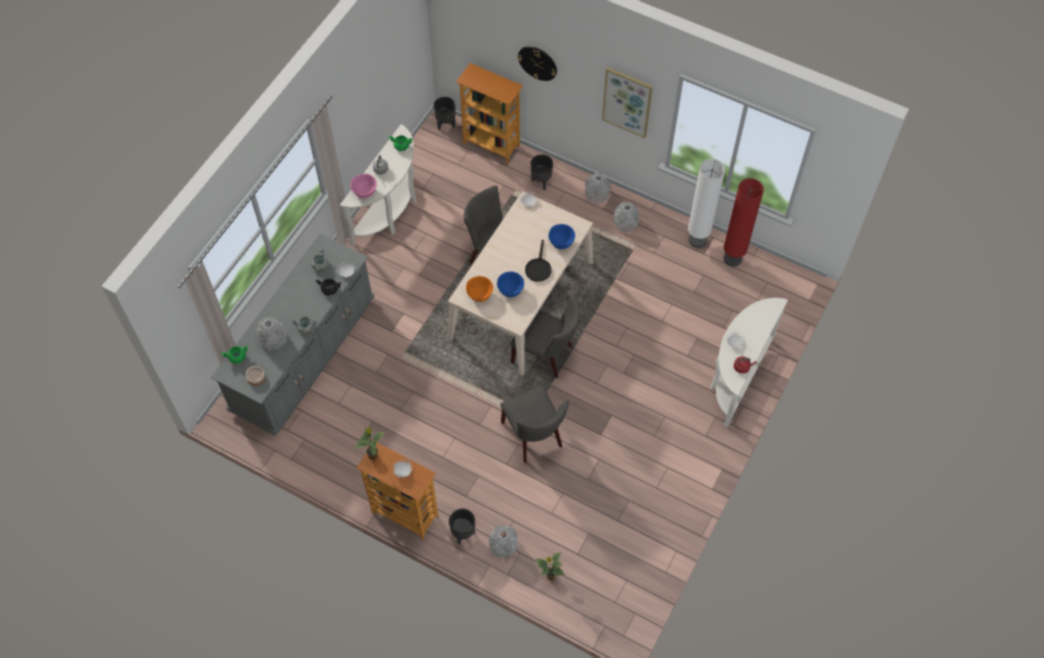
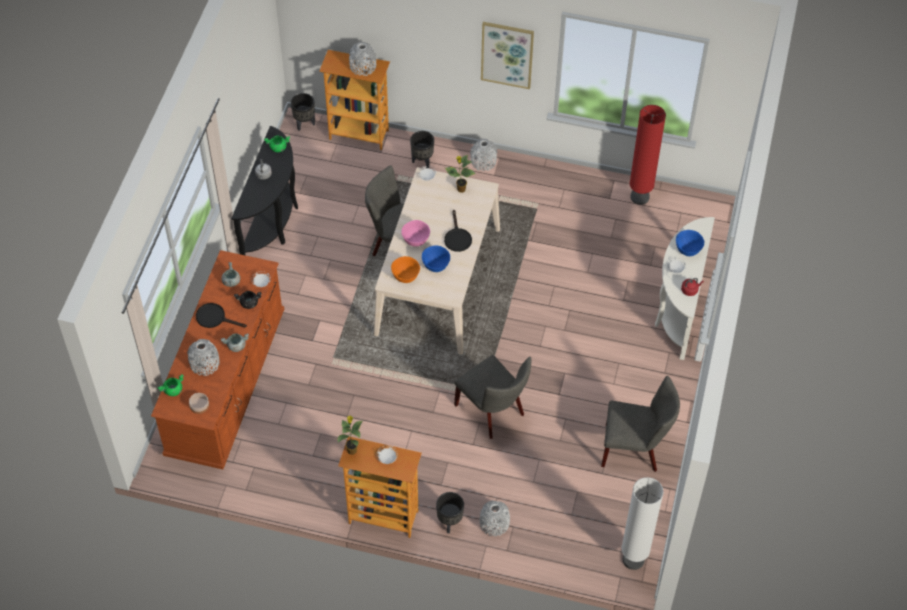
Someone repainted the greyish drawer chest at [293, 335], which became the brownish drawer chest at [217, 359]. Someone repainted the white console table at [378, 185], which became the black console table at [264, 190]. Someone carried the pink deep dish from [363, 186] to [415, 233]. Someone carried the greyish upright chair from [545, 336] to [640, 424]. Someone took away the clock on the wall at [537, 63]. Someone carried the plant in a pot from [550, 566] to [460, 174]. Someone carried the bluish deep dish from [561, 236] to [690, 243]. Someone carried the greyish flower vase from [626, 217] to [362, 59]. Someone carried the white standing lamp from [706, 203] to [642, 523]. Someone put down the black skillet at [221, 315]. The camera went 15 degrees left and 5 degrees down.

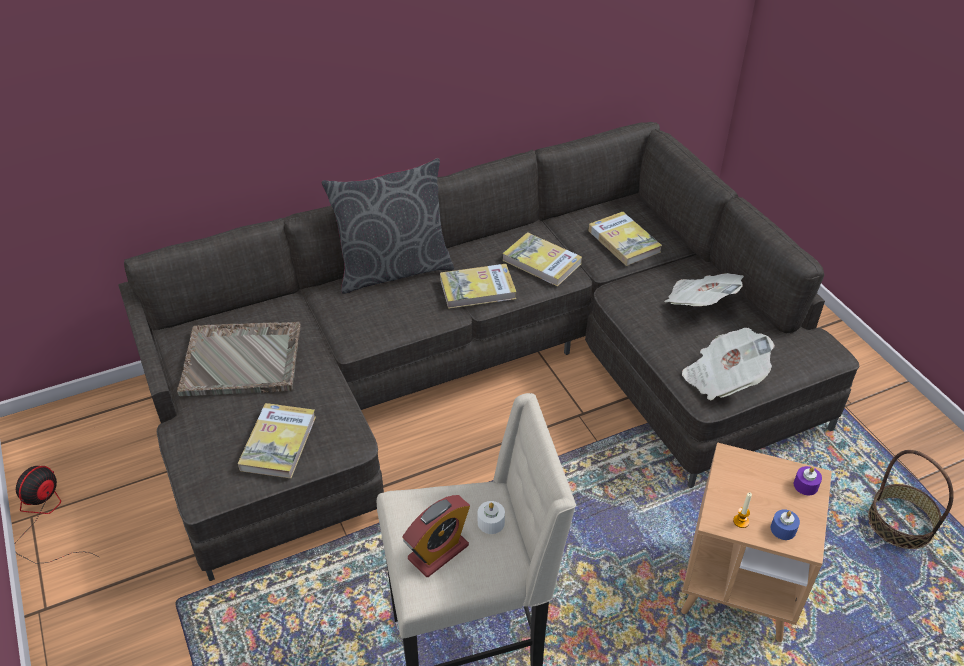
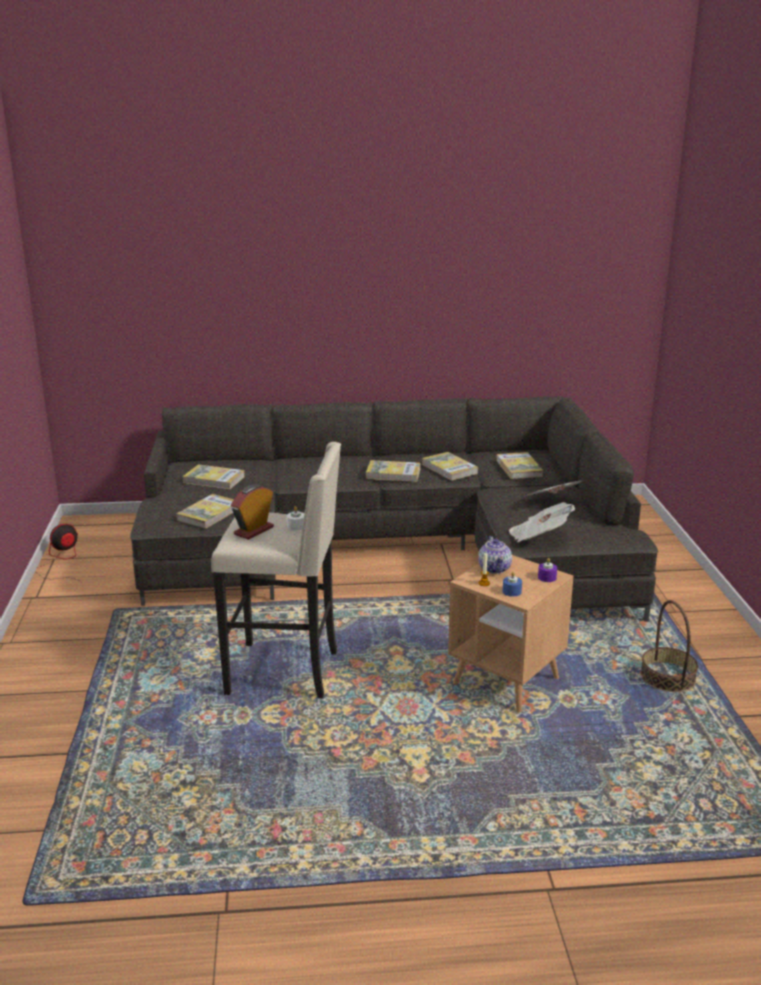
Someone swapped the greyish serving tray at [239, 359] for the book at [213, 476]. Someone took away the greyish pillow at [387, 226]. Someone rotated the bedside clock at [436, 536] by 150 degrees clockwise. Someone put down the tea pot at [495, 555]. The camera went 20 degrees right and 20 degrees down.

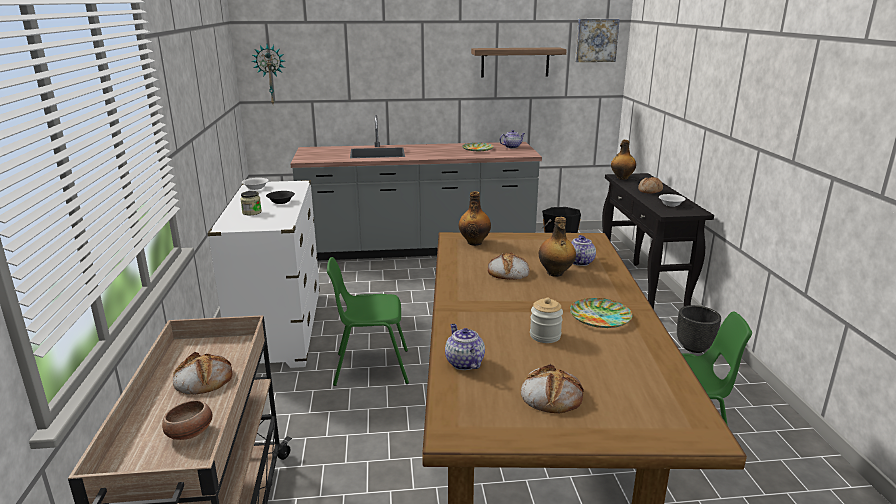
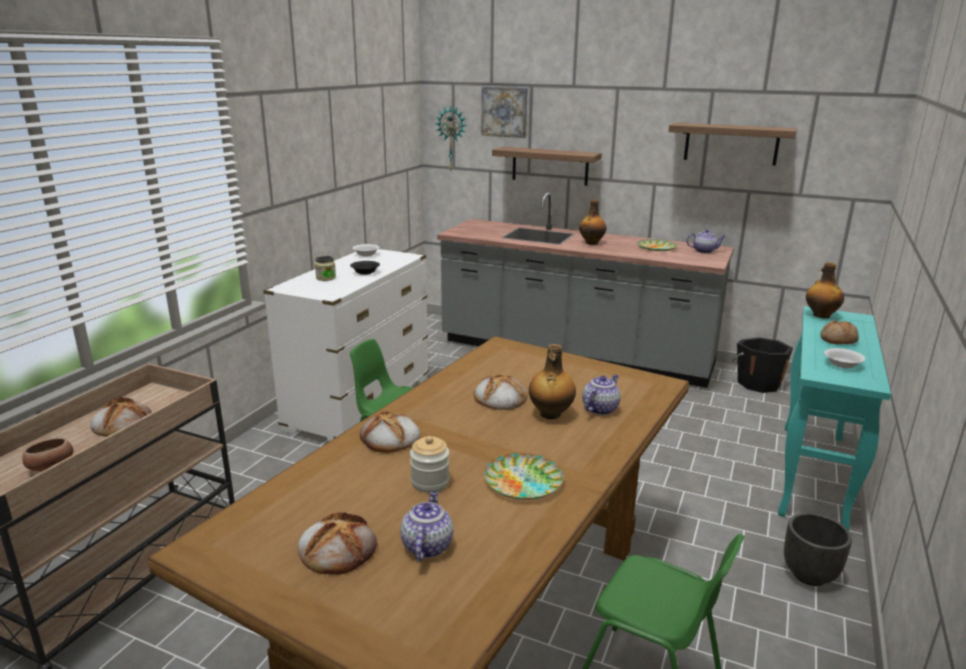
Someone carried the tea pot from [465, 347] to [426, 526]. Someone carried the drink bottle from [475, 218] to [593, 222]. Someone carried the picture from [597, 40] to [504, 112]. Someone repainted the black console table at [658, 241], which became the blue-green console table at [834, 418]. Someone put down the bread at [390, 432]. Someone put up the shelf at [547, 166]. The camera went 30 degrees right and 0 degrees up.

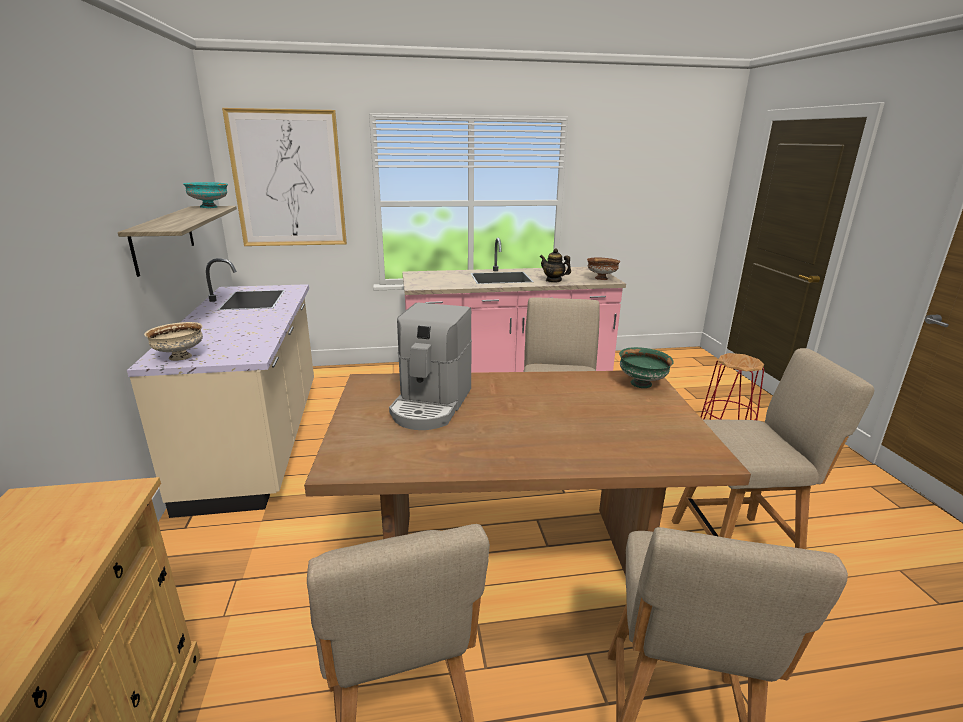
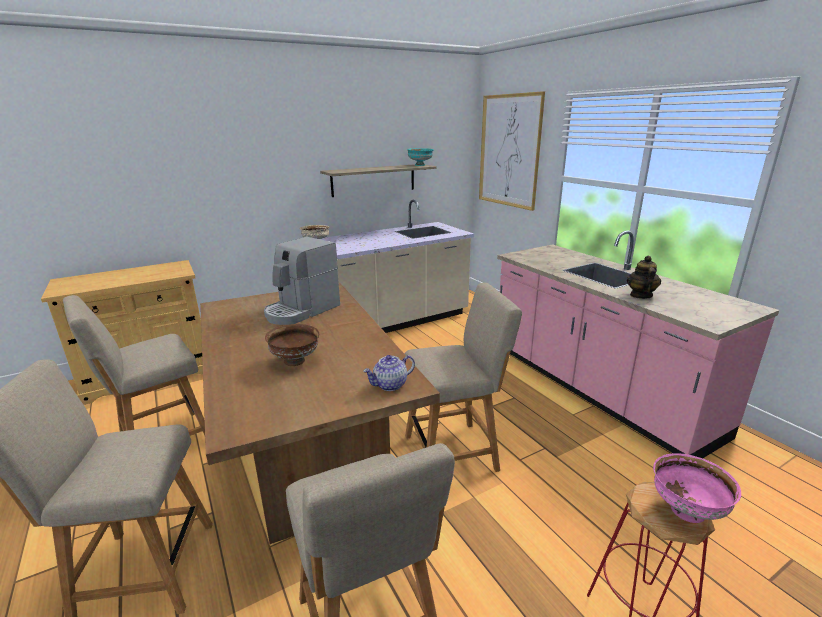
Someone rotated the coffee machine at [430, 366] by 45 degrees counterclockwise. Someone carried the brownish deep dish from [603, 269] to [292, 345]. Someone swapped the green deep dish at [646, 367] for the tea pot at [389, 373]. Someone put down the pink deep dish at [697, 488]. The camera went 70 degrees right and 0 degrees up.

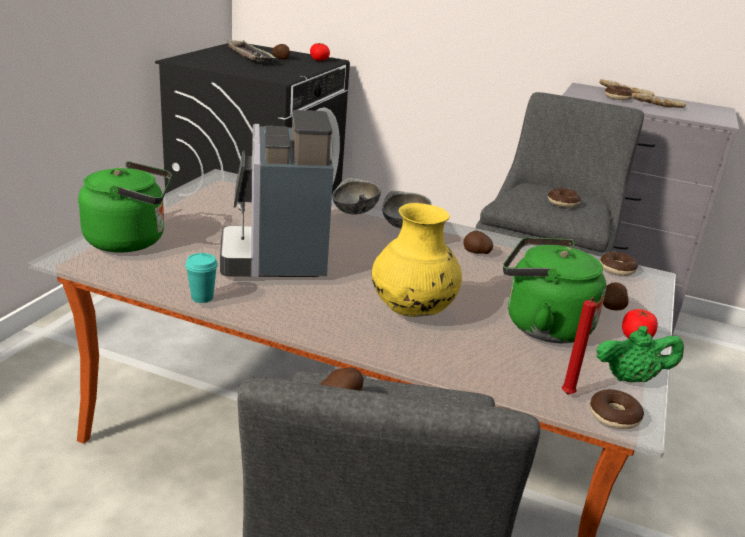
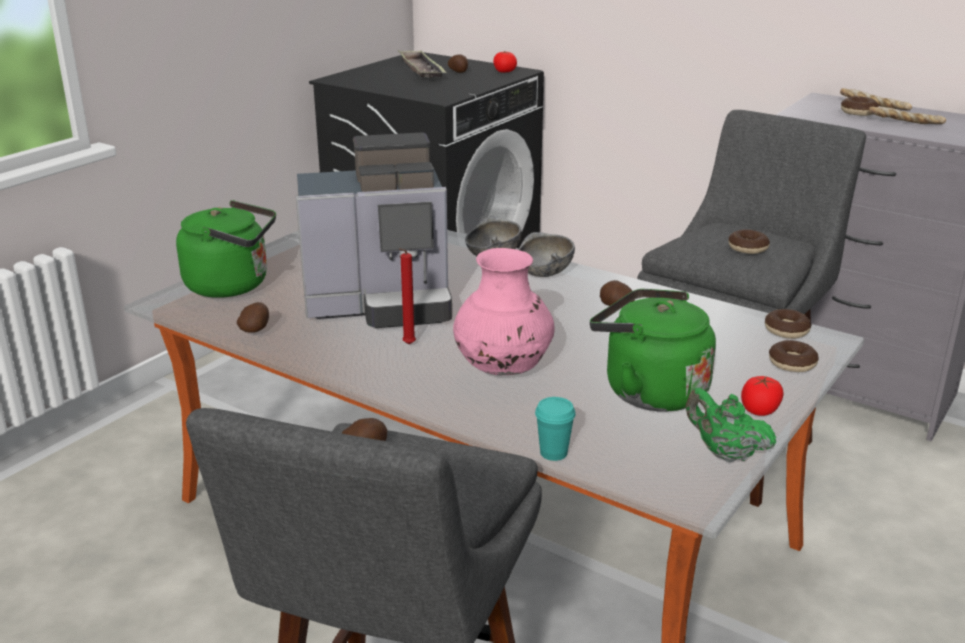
Someone carried the blue-green cup from [201, 278] to [555, 429]. Someone rotated the coffee machine at [277, 193] by 105 degrees counterclockwise. Someone repainted the yellow-coloured flower vase at [417, 260], which became the pink flower vase at [504, 311]. Someone carried the red-coloured wax candle from [579, 345] to [407, 296]. Someone carried the doughnut from [617, 409] to [794, 356]. Someone rotated the green tea pot at [640, 354] by 150 degrees counterclockwise. Someone carried the whole potato from [615, 296] to [253, 317]. The camera went 15 degrees right and 0 degrees up.

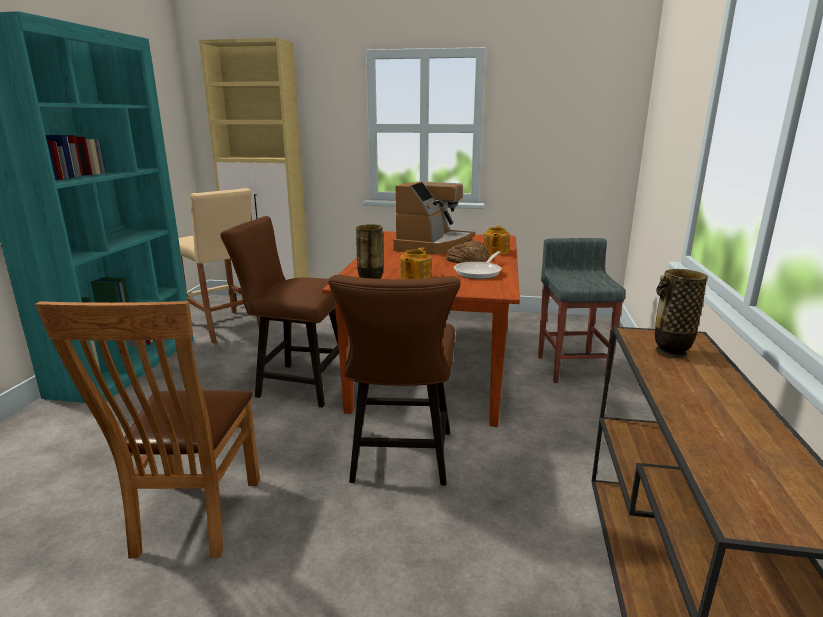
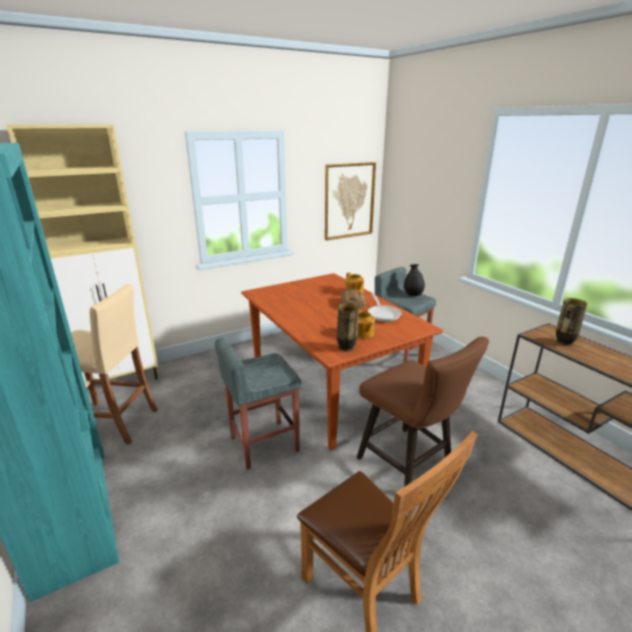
Someone swapped the brownish upright chair at [279, 312] for the greyish stool seat at [258, 403]. Someone took away the coffee machine at [434, 218]. Someone put up the picture at [350, 201]. Someone put down the black flower vase at [414, 280]. The camera went 40 degrees left and 5 degrees up.

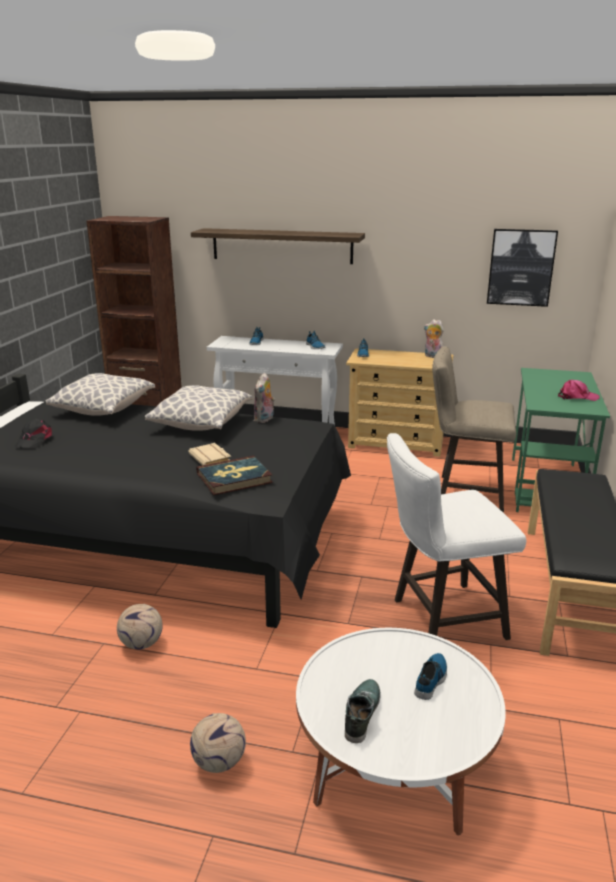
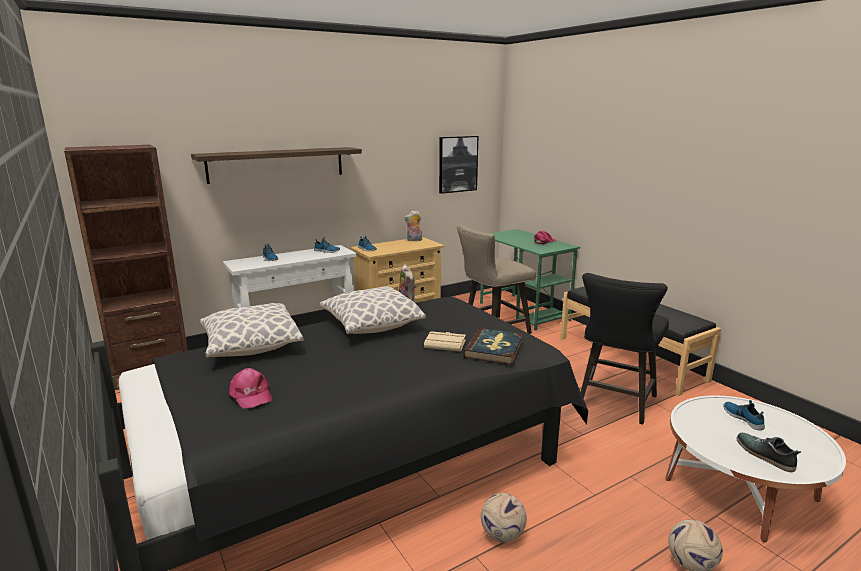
Someone repainted the black cap at [34, 433], which became the pink cap at [250, 388]. Someone repainted the white stool seat at [456, 536], which became the black stool seat at [625, 348]. The camera went 45 degrees left and 5 degrees down.

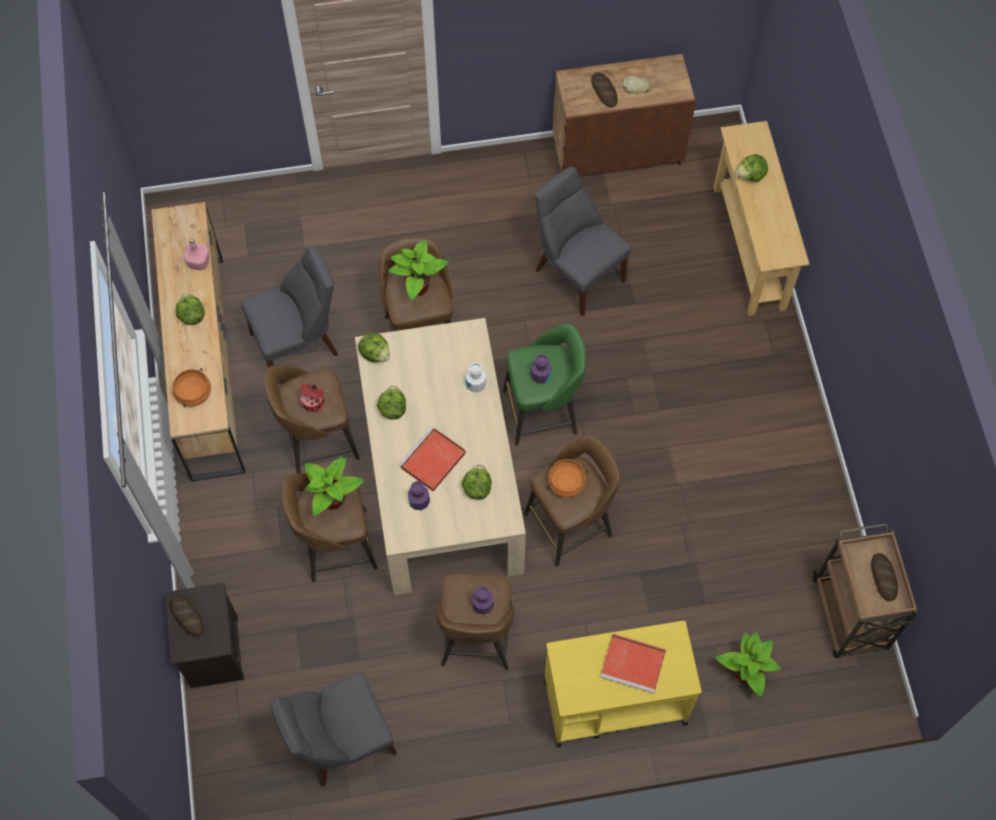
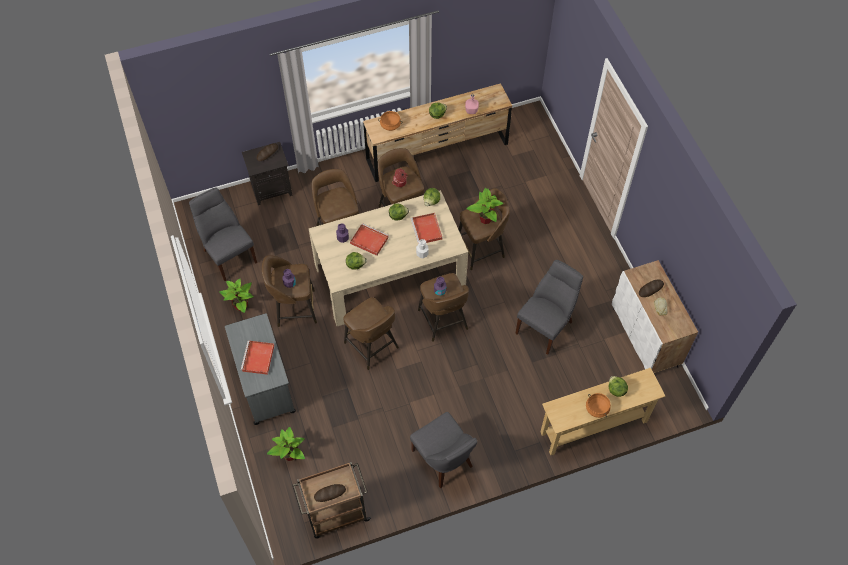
Someone carried the greyish upright chair from [289, 306] to [444, 450]. Someone carried the plant in a pot from [334, 486] to [236, 295]. Someone repainted the green stool seat at [544, 385], which became the brownish stool seat at [443, 307]. Someone repainted the yellow-coloured wheeled cart at [623, 684], which became the greyish wheeled cart at [260, 369]. Someone carried the orangey saucepot from [568, 478] to [598, 405]. Someone repainted the brownish storage cabinet at [624, 114], which became the white storage cabinet at [655, 316]. Someone put down the red-coloured serving tray at [426, 228]. The camera went 80 degrees right and 5 degrees down.

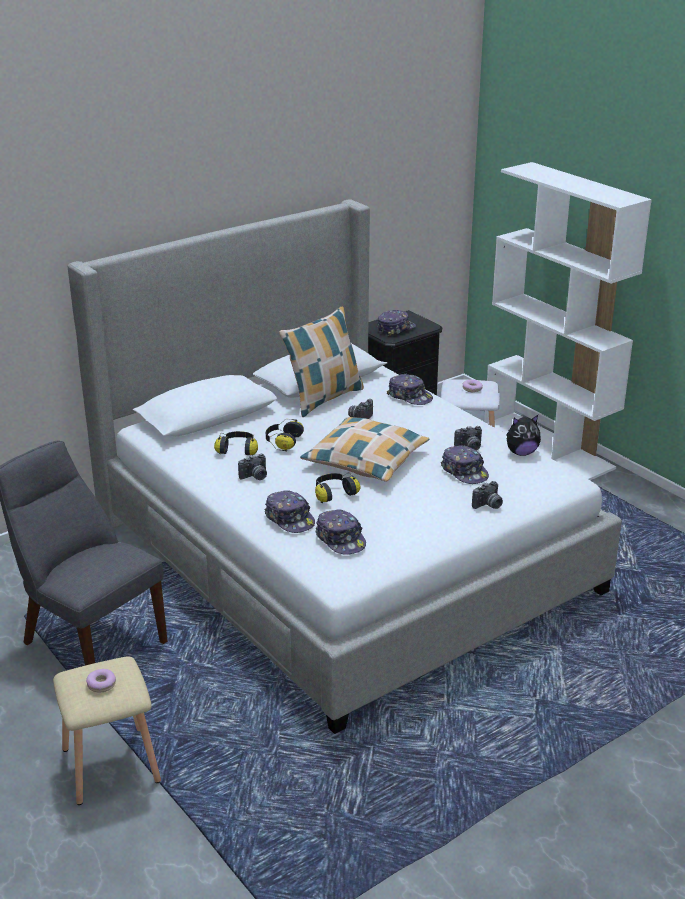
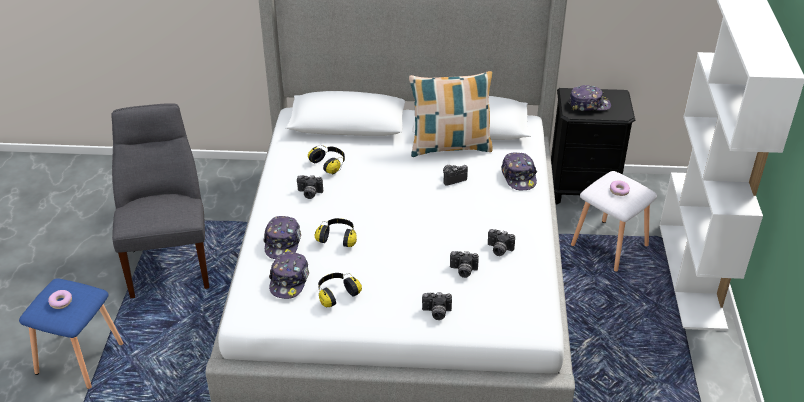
Someone repainted the beige-coloured stool seat at [107, 730], which became the bluish stool seat at [71, 333]. Someone carried the headphones from [285, 435] to [340, 290]. Someone took away the pillow at [364, 449]. Someone swapped the cap at [465, 464] for the still camera at [464, 264]. Someone took away the soft toy at [523, 435]. The camera went 40 degrees right and 10 degrees up.

